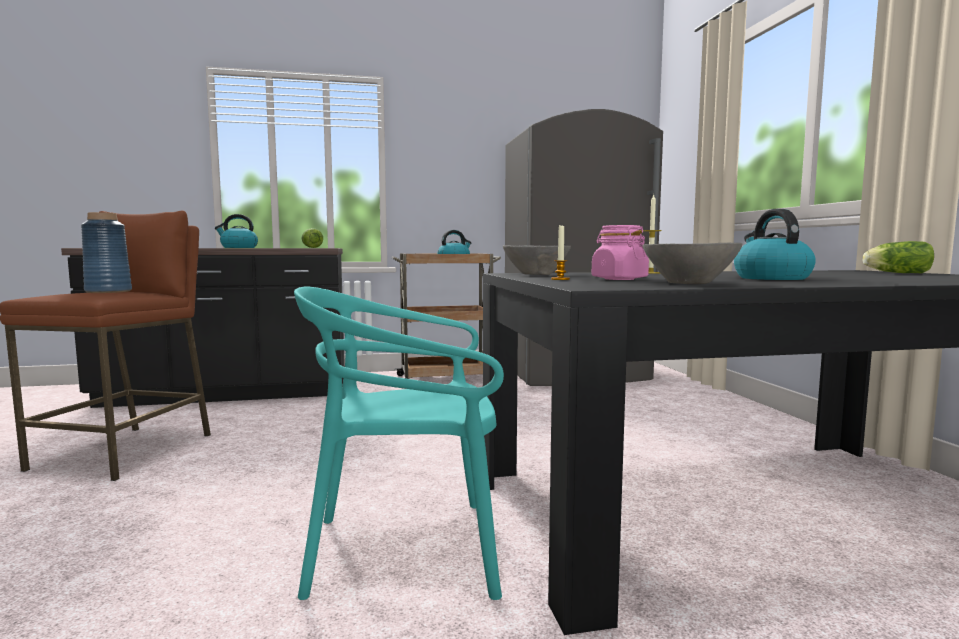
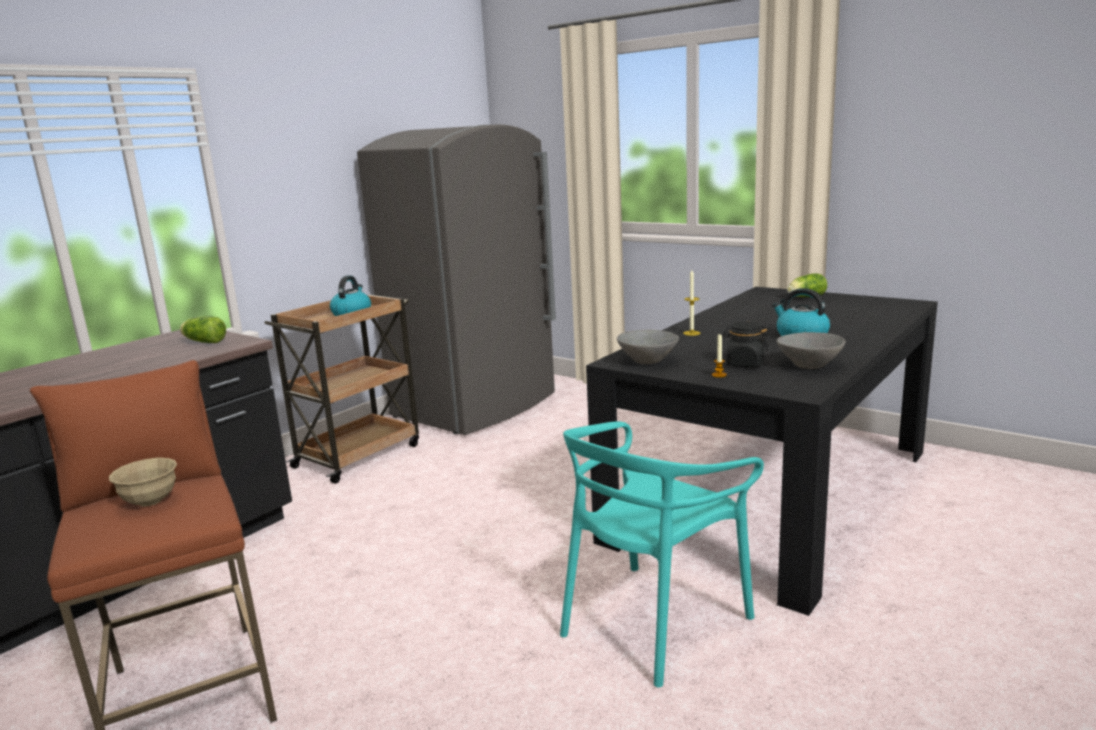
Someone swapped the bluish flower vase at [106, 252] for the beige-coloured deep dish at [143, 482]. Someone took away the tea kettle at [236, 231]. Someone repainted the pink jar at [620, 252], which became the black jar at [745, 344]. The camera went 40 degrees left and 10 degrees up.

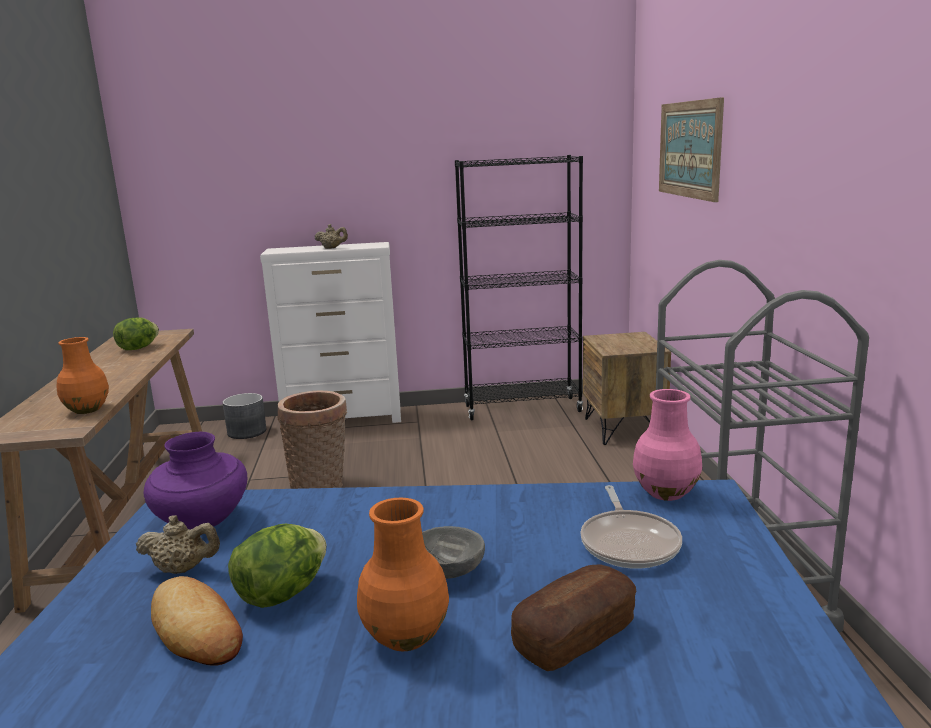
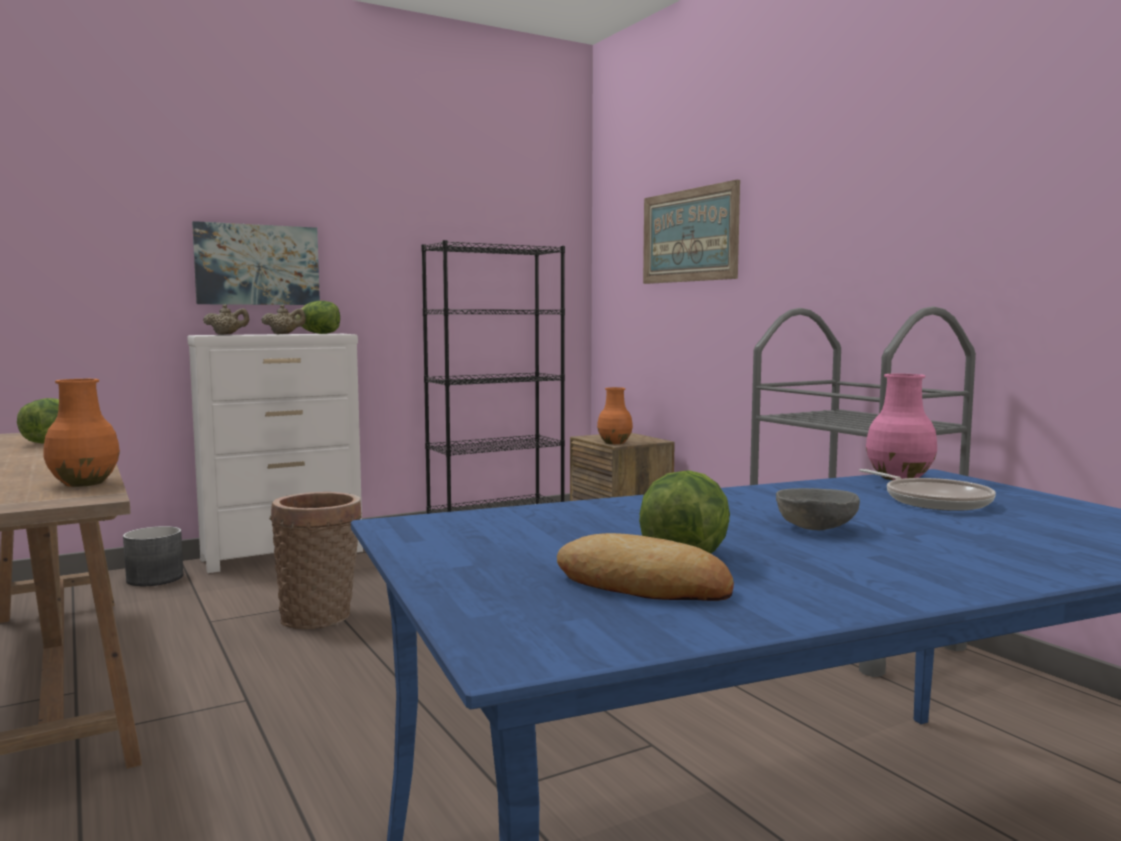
Someone carried the beige-coloured tea pot from [178, 544] to [226, 319]. Someone took away the purple-coloured flower vase at [195, 481]. Someone carried the orangey flower vase from [403, 574] to [615, 415]. Someone took away the bread at [573, 618]. Someone put up the picture at [256, 263]. Someone put down the lettuce at [317, 317]. The camera went 25 degrees left and 10 degrees down.

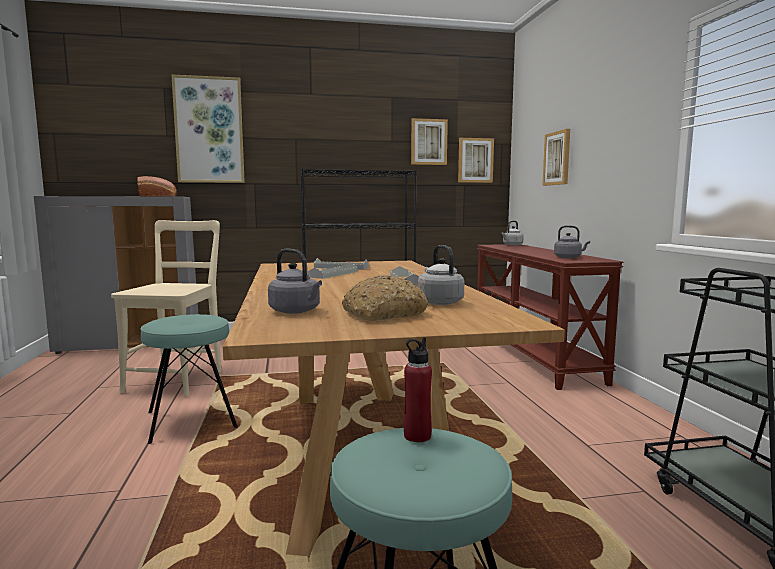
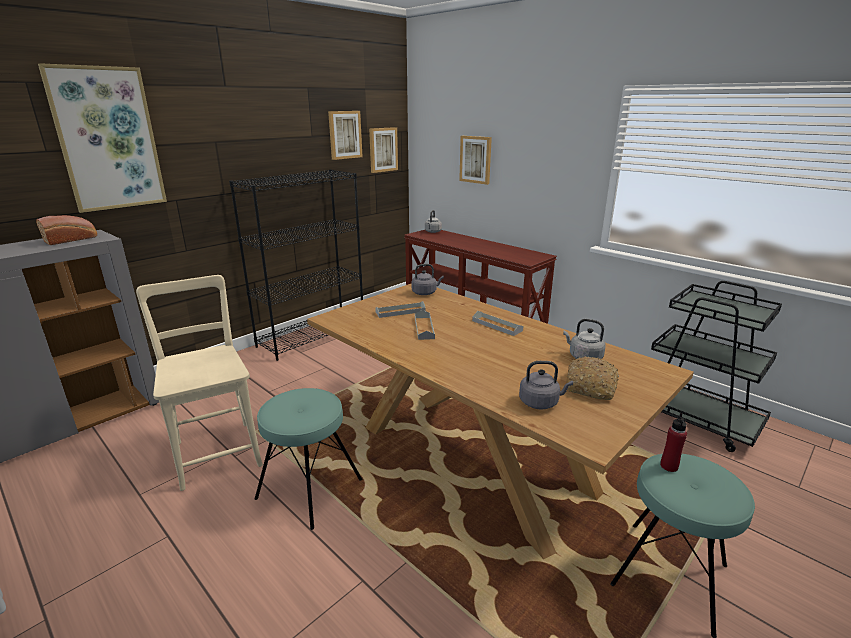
Someone carried the greyish tea kettle from [572, 241] to [428, 279]. The camera went 35 degrees left and 15 degrees up.

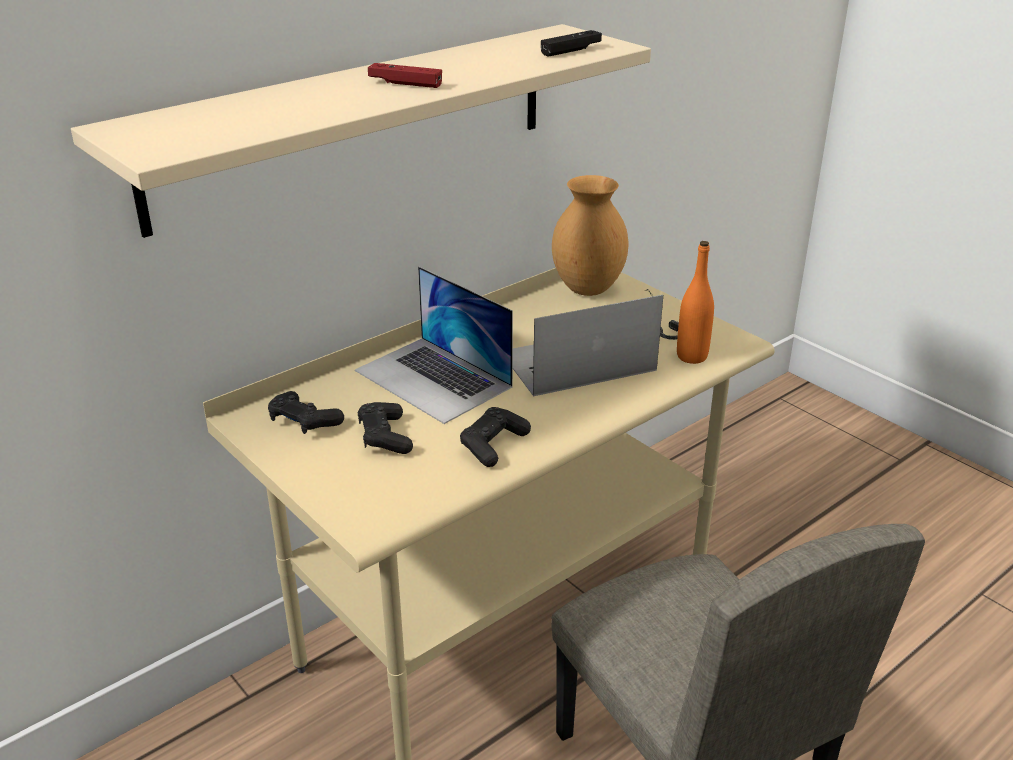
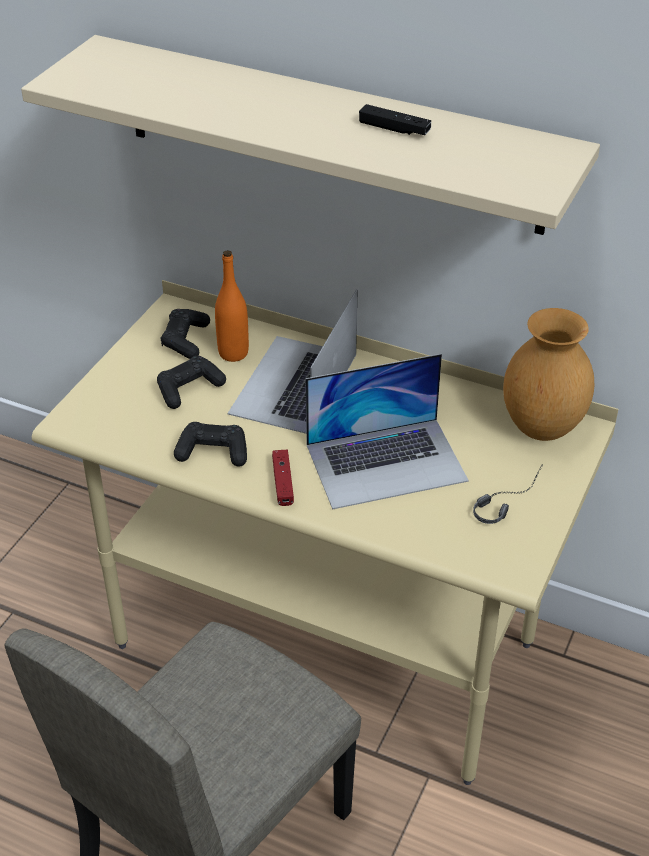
Someone carried the red-coloured game controller from [405, 75] to [283, 478]. Someone rotated the laptop at [588, 345] by 120 degrees clockwise. Someone carried the black game controller from [571, 43] to [395, 119]. Someone carried the orangey drink bottle from [695, 302] to [232, 306]. The camera went 65 degrees right and 10 degrees up.

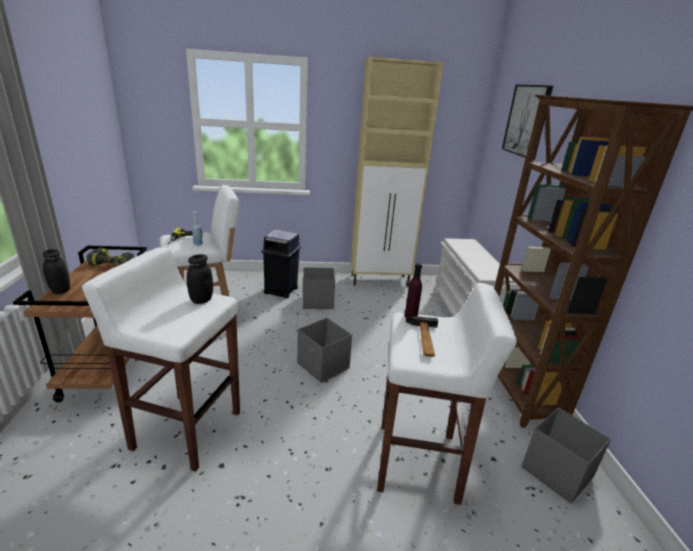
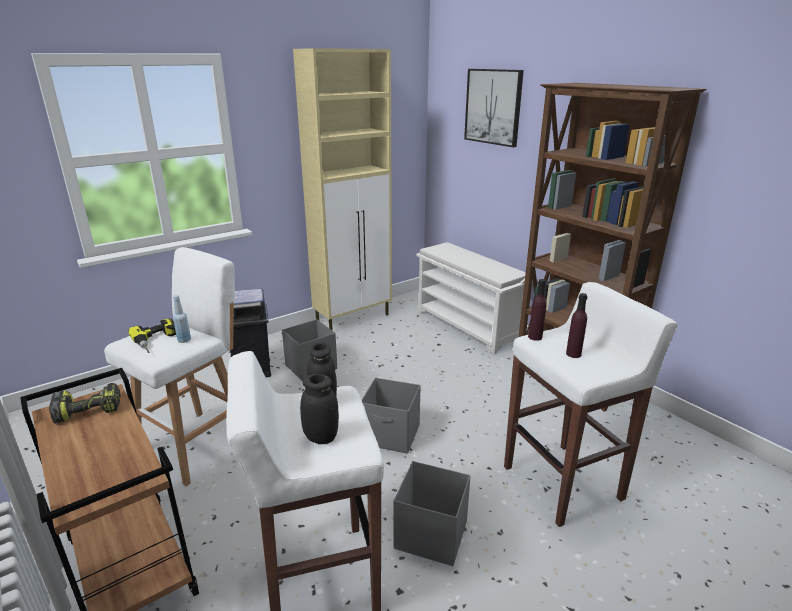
Someone carried the black jar from [56, 271] to [319, 409]. Someone swapped the hand hammer at [422, 336] for the purple-coloured drink bottle at [576, 325]. Someone carried the greyish storage container from [566, 455] to [432, 513]. The camera went 30 degrees left and 0 degrees up.

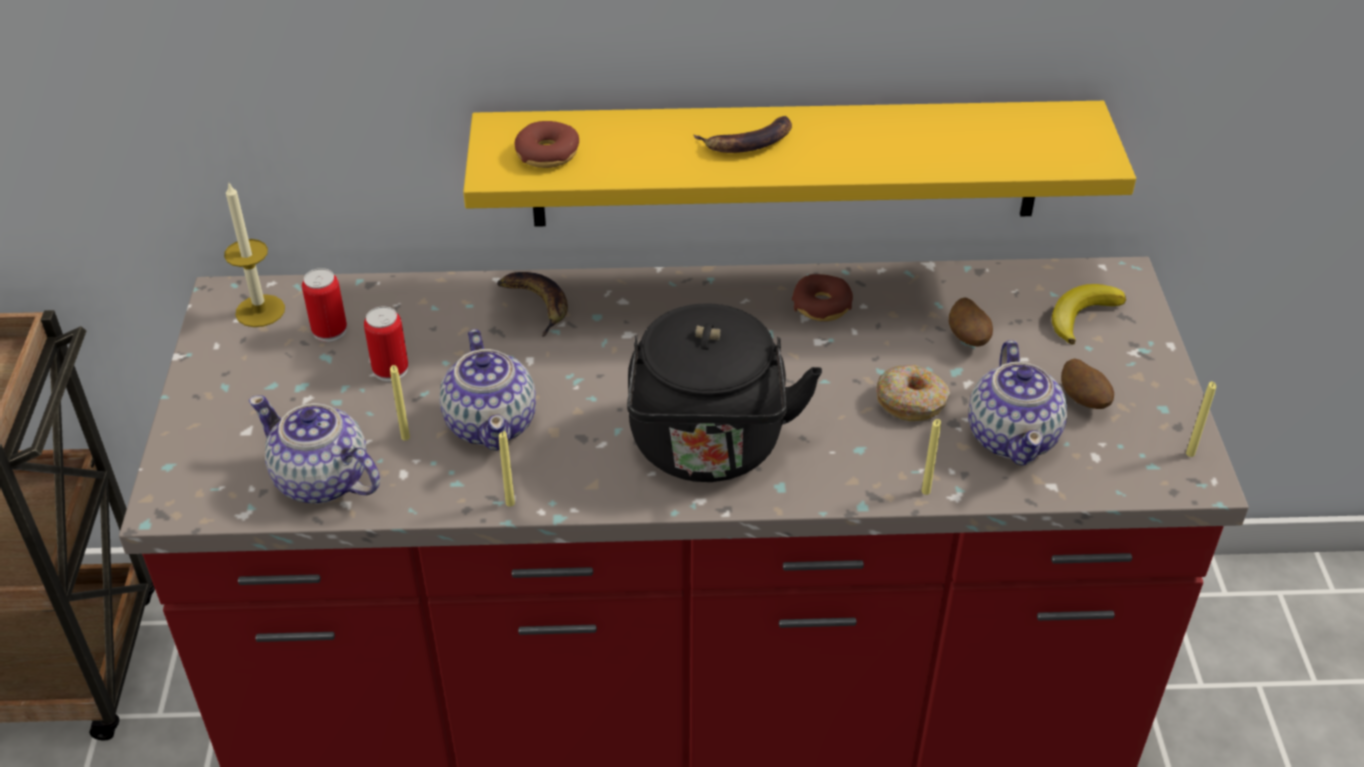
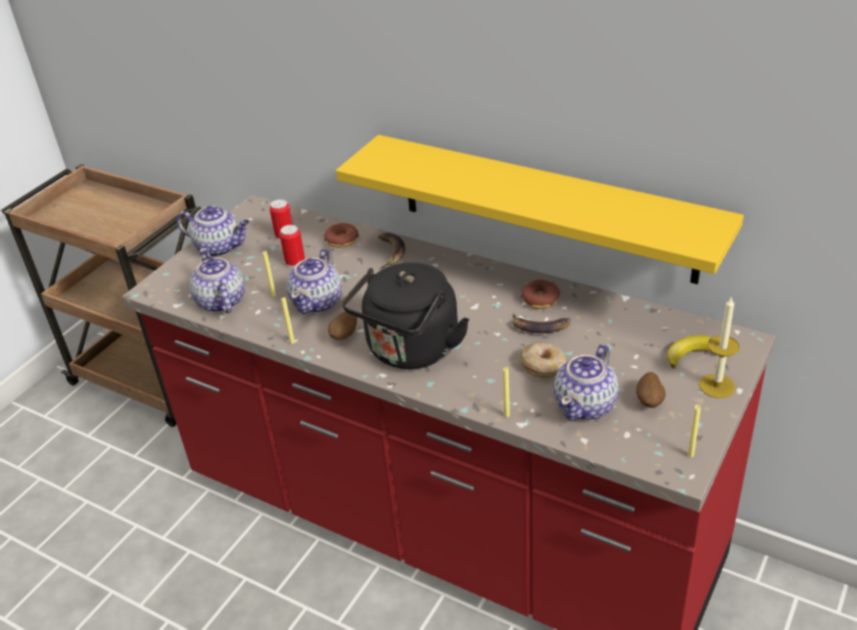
Someone carried the wax candle from [254, 254] to [719, 347]. Someone carried the doughnut from [547, 144] to [341, 235]. Someone carried the banana fruit from [743, 134] to [541, 323]. Someone carried the whole potato from [971, 322] to [342, 325]. Someone put down the tea pot at [213, 231]. The camera went 35 degrees right and 5 degrees down.

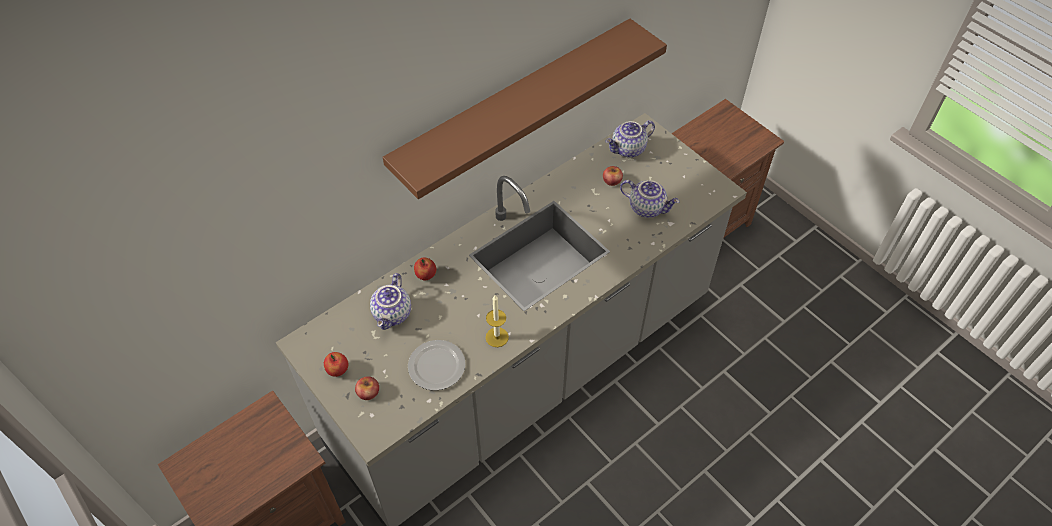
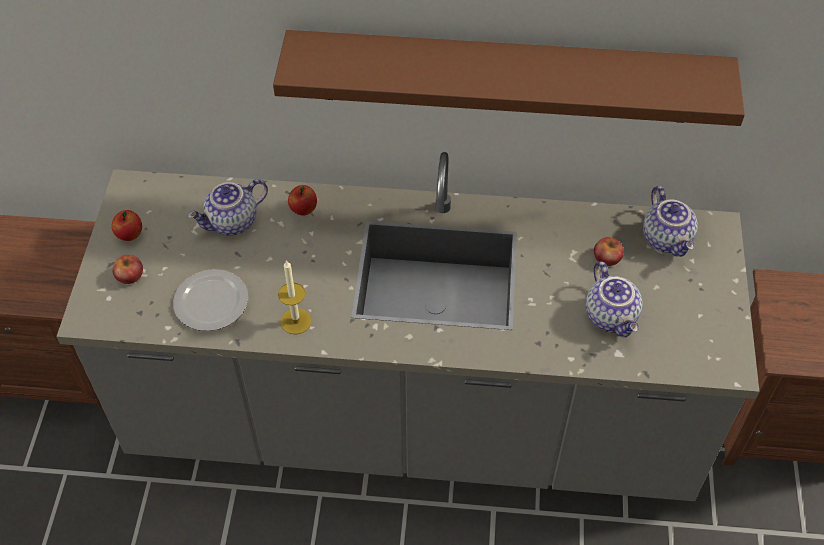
Someone rotated the tea pot at [630, 139] by 120 degrees counterclockwise. The camera went 45 degrees right and 0 degrees up.

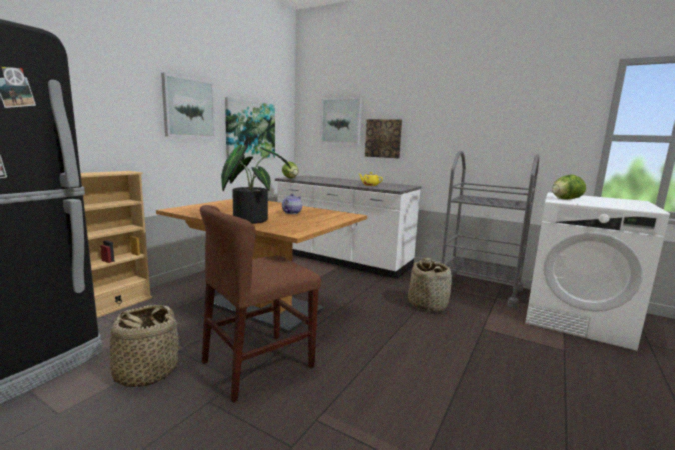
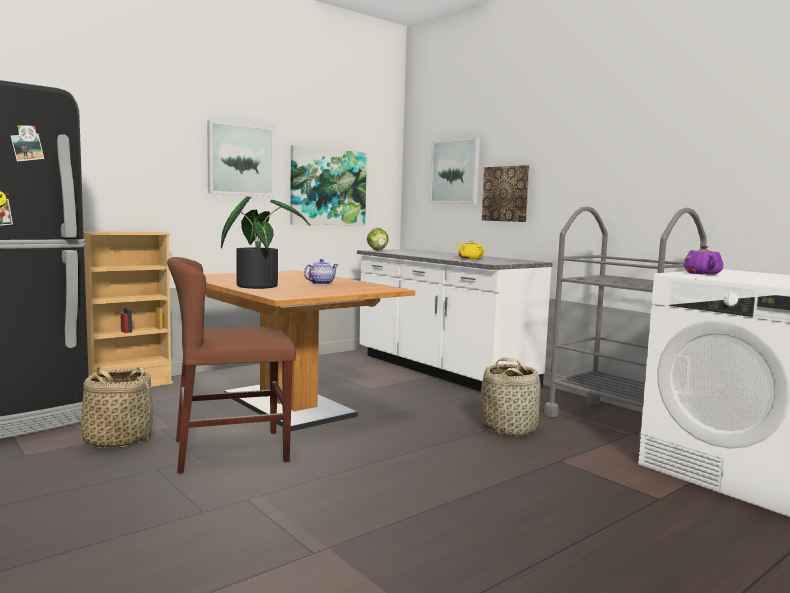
Someone swapped the lettuce at [569, 187] for the purple-coloured tea pot at [703, 260]. The camera went 20 degrees right and 5 degrees down.

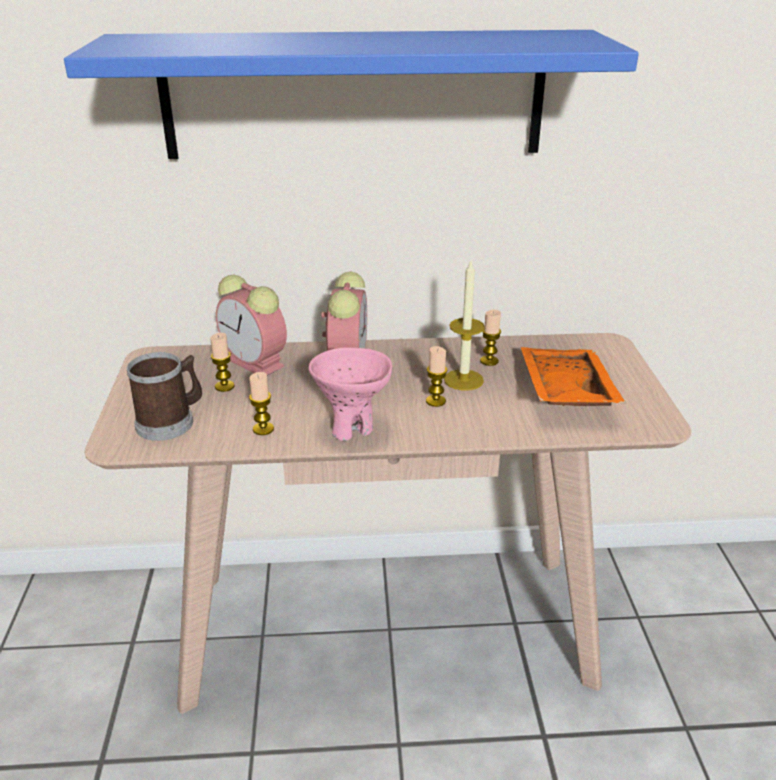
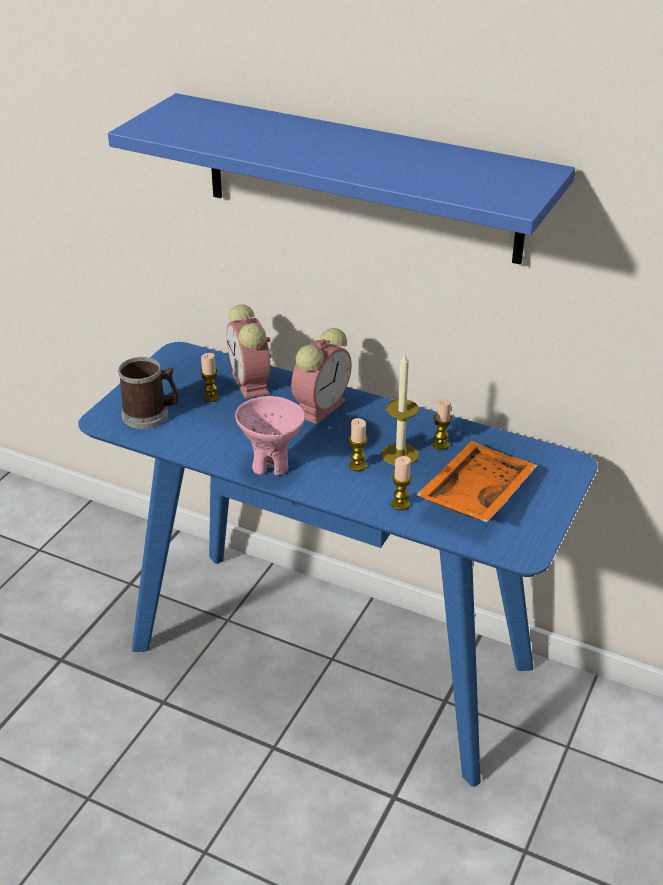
Someone repainted the beige-coloured console table at [388, 523], which became the bluish console table at [338, 564]. Someone carried the wax candle from [261, 403] to [401, 483]. The camera went 30 degrees right and 5 degrees up.

